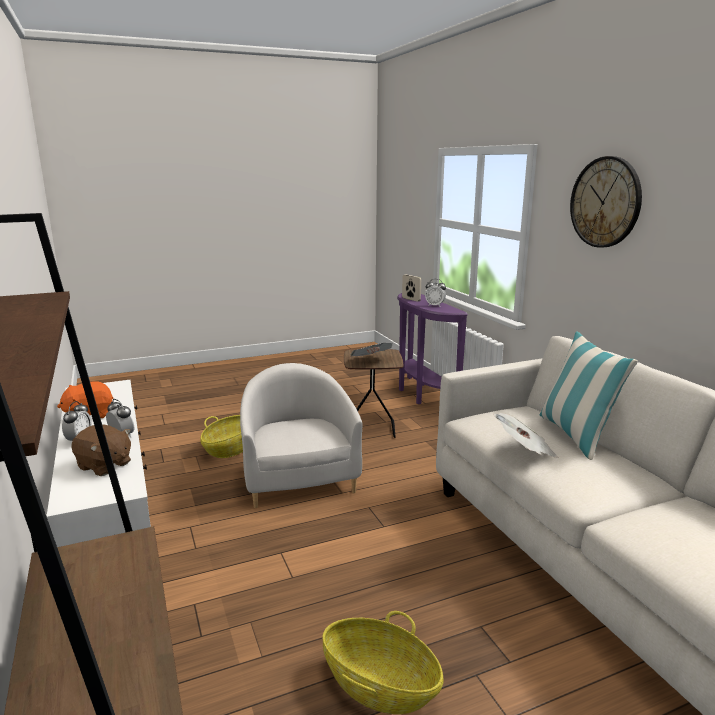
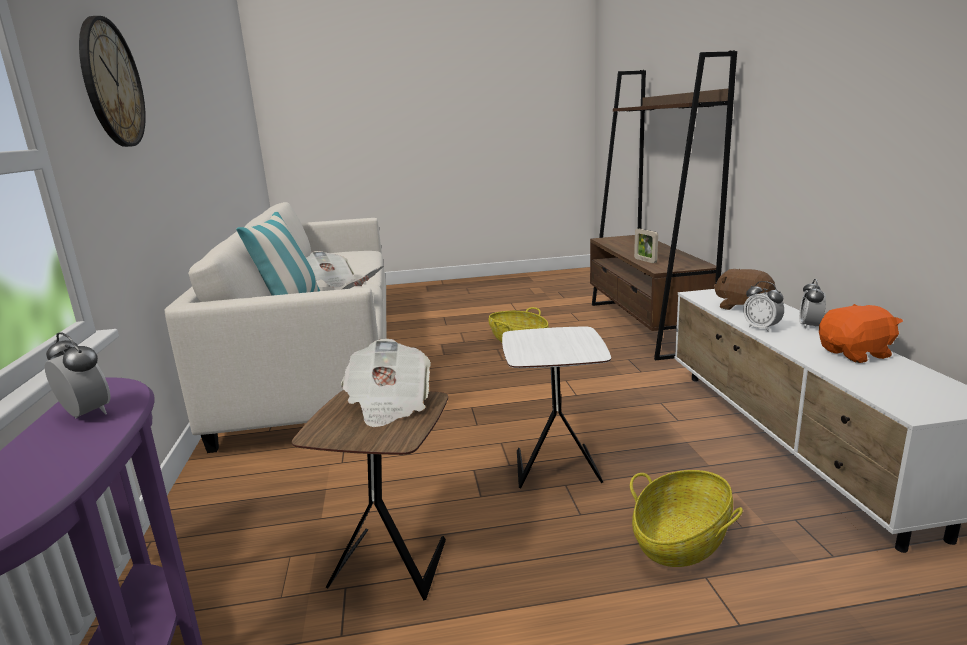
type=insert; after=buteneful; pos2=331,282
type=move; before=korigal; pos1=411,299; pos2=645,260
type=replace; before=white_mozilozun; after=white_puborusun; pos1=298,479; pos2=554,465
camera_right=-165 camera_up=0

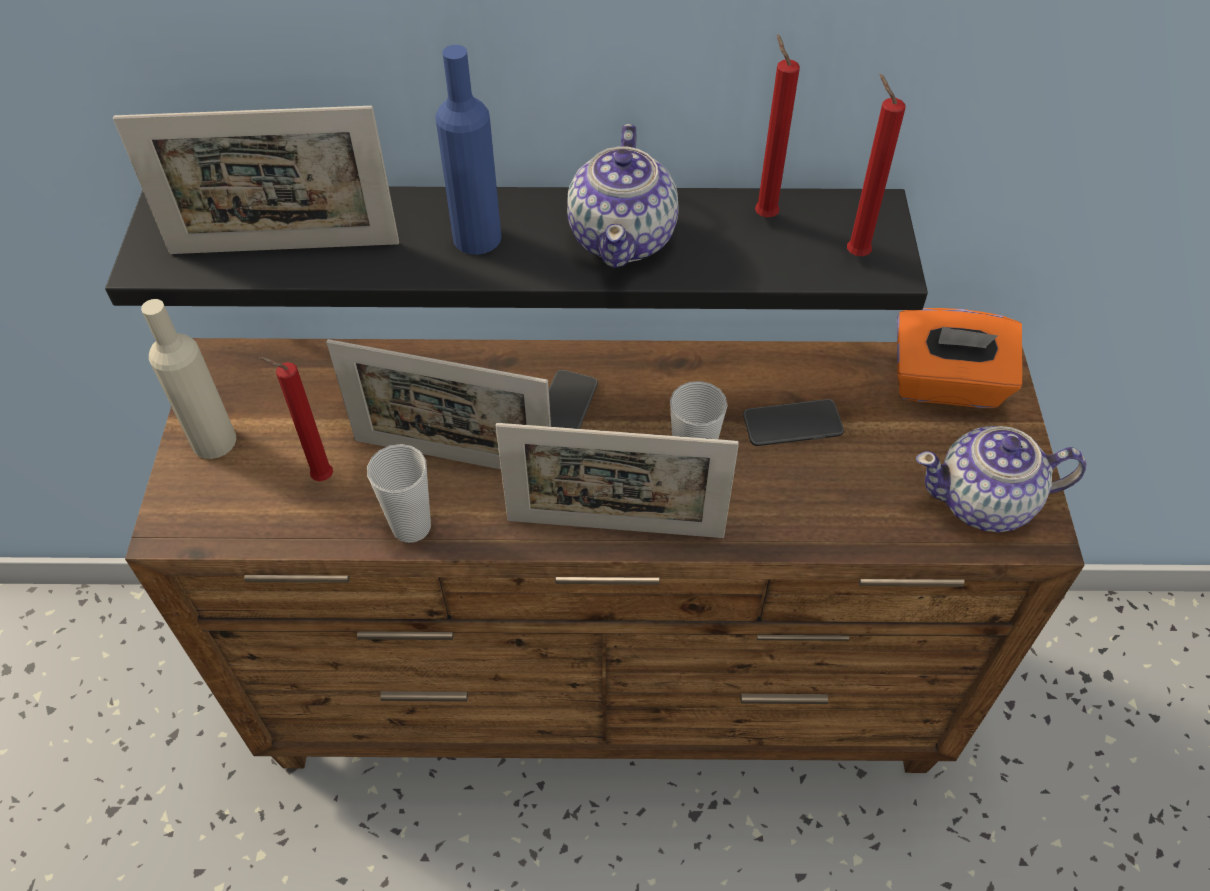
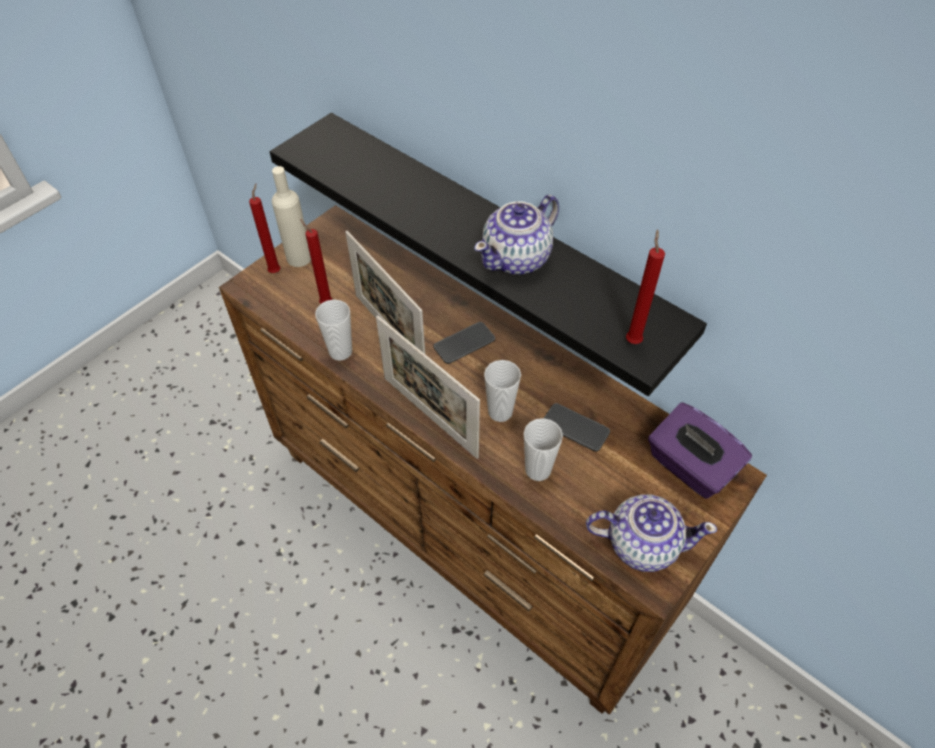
type=delete; before=korigal; pos1=285,248
type=delete; before=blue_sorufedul; pos1=477,237
type=insert; after=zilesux; pos2=538,470
type=move; before=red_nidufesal; pos1=763,214; pos2=275,270
type=recolor; before=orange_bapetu; after=purple_bapetu; pos1=946,385; pos2=689,466
type=rotate; before=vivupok; pos1=985,502; pos2=641,543; turn=150
camera_right=40 camera_up=0

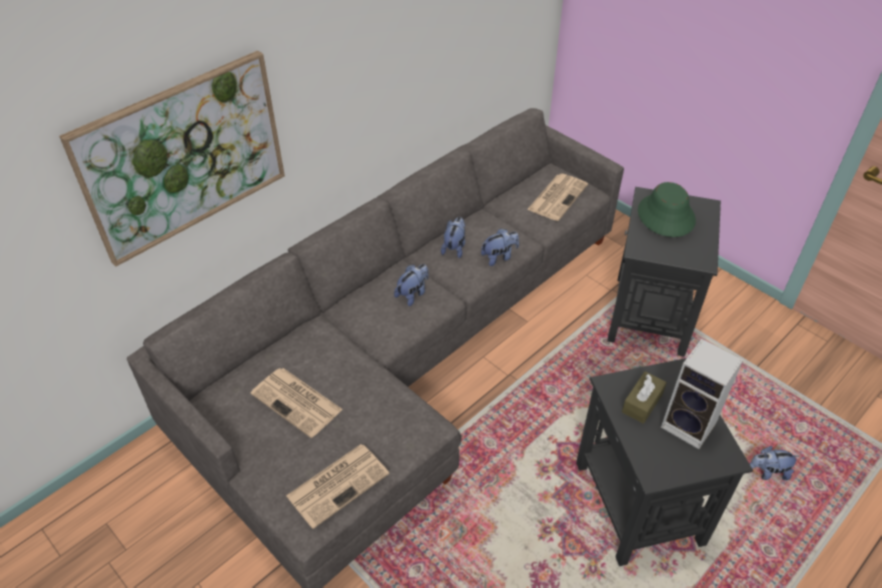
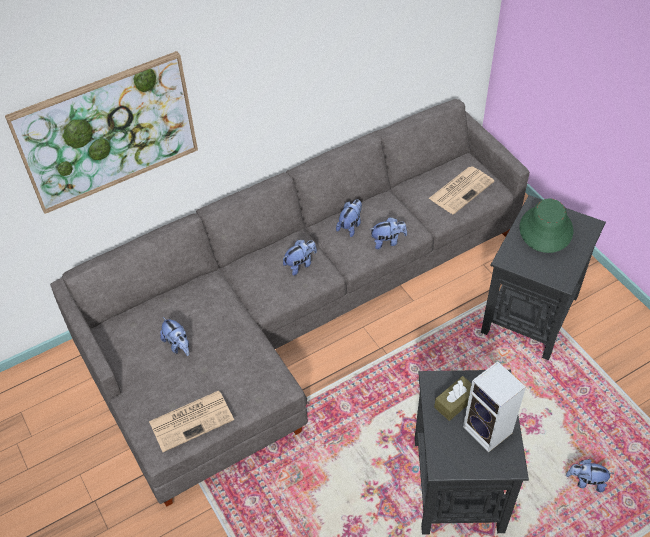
type=replace; before=buteneful; after=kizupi; pos1=298,402; pos2=178,345
camera_right=15 camera_up=5

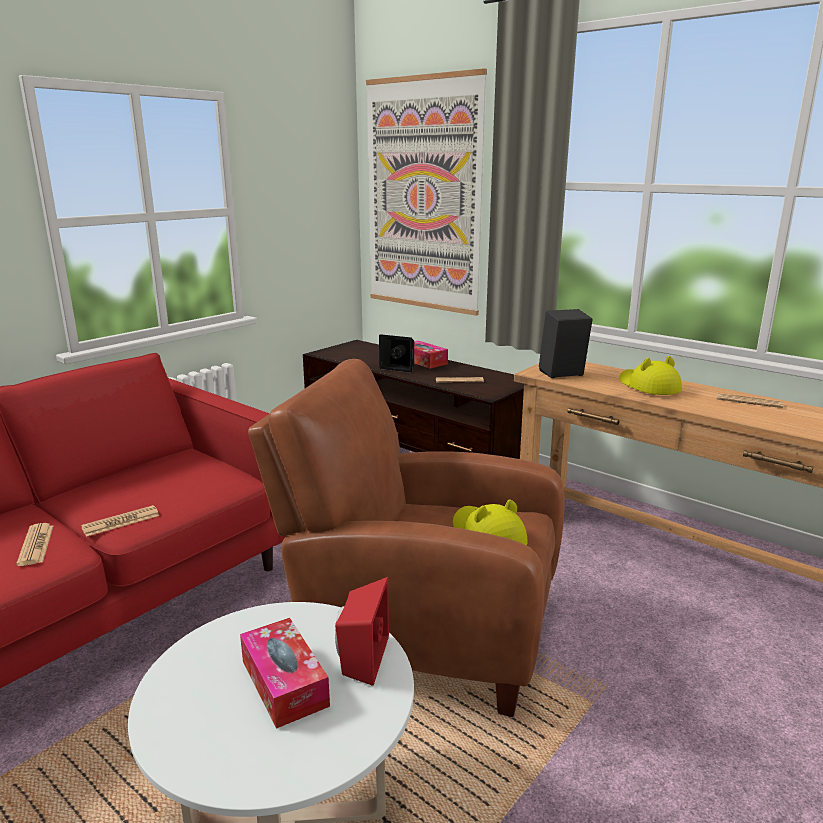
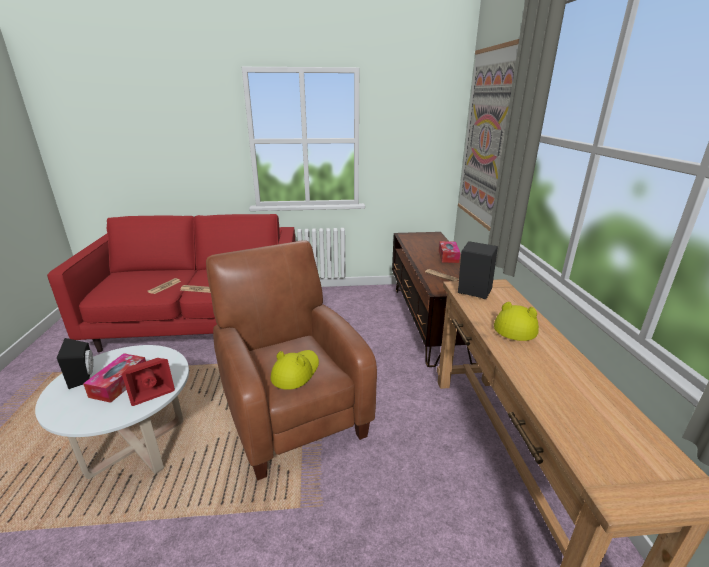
type=delete; before=buteneful; pos1=749,401
type=move; before=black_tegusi; pos1=399,368; pos2=84,375
camera_right=45 camera_up=5

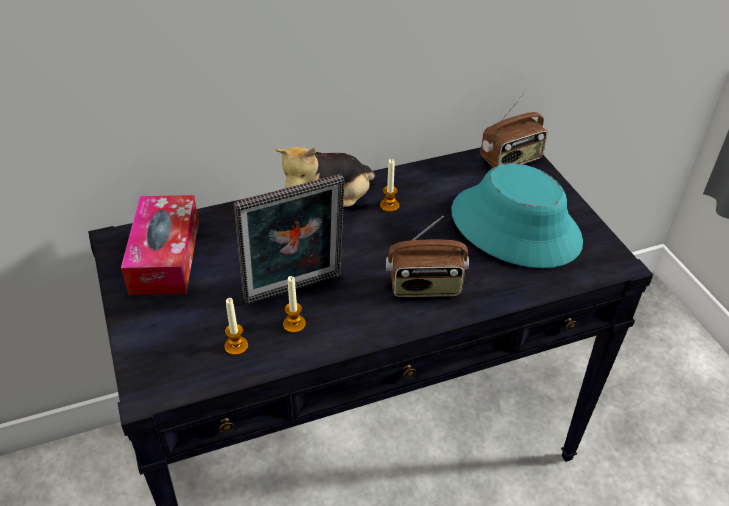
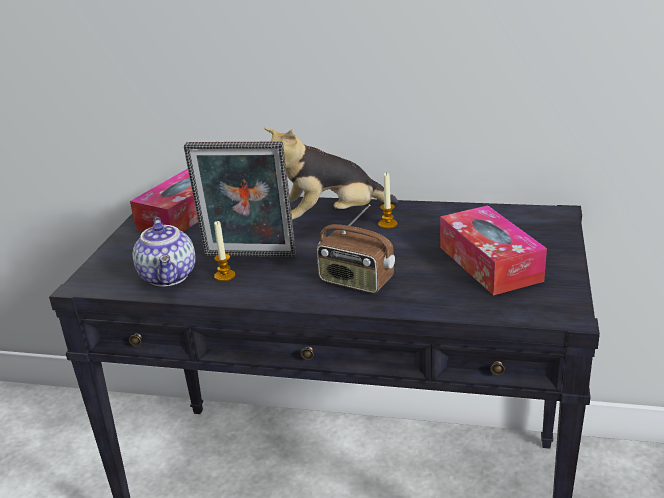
type=delete; before=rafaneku; pos1=511,160
type=replace; before=nidufesal; after=vivupok; pos1=236,346; pos2=169,276
type=replace; before=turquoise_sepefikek; after=bapetu; pos1=515,226; pos2=489,263
camera_right=35 camera_up=-15

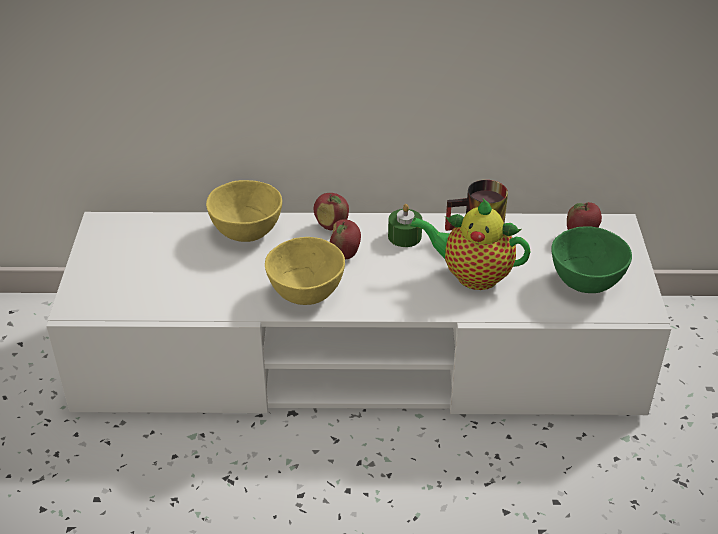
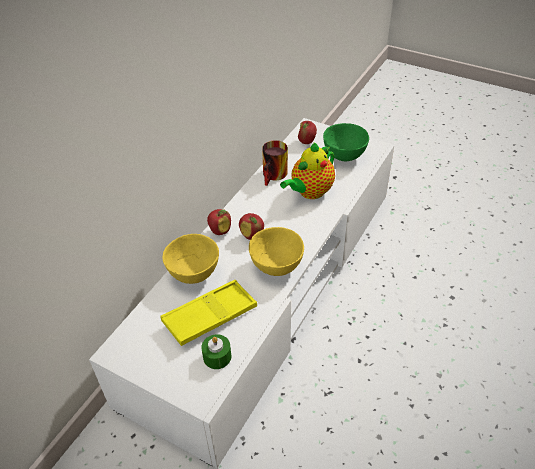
type=insert; after=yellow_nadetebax; pos2=210,316
type=move; before=green_nidufesal; pos1=404,236; pos2=217,356
camera_right=-60 camera_up=5

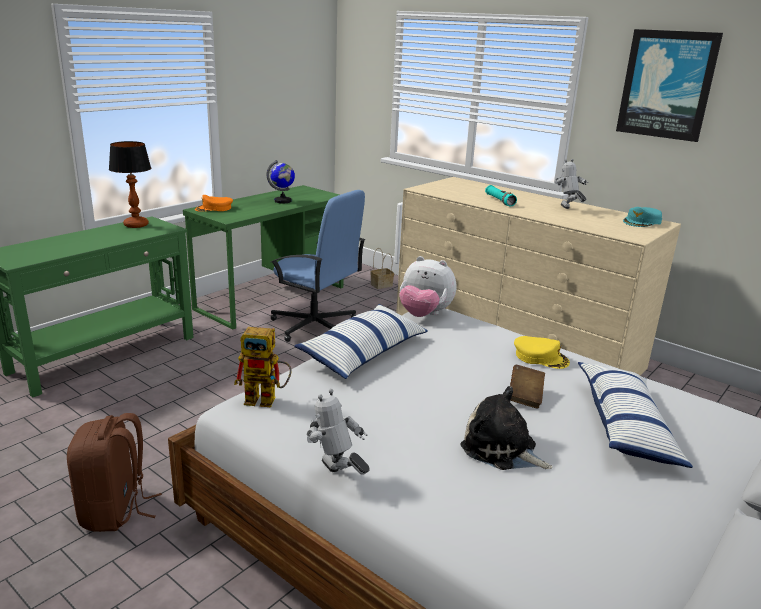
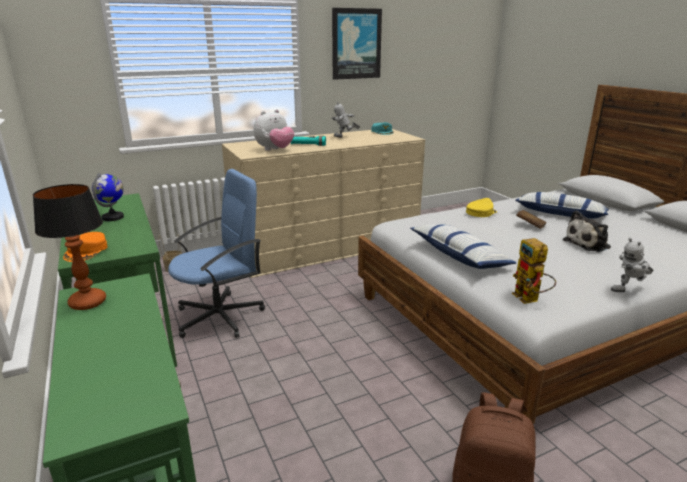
type=move; before=kizupi; pos1=424,315; pos2=275,150
type=rotate; before=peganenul; pos1=267,399; pos2=530,299; turn=135
camera_right=-65 camera_up=0

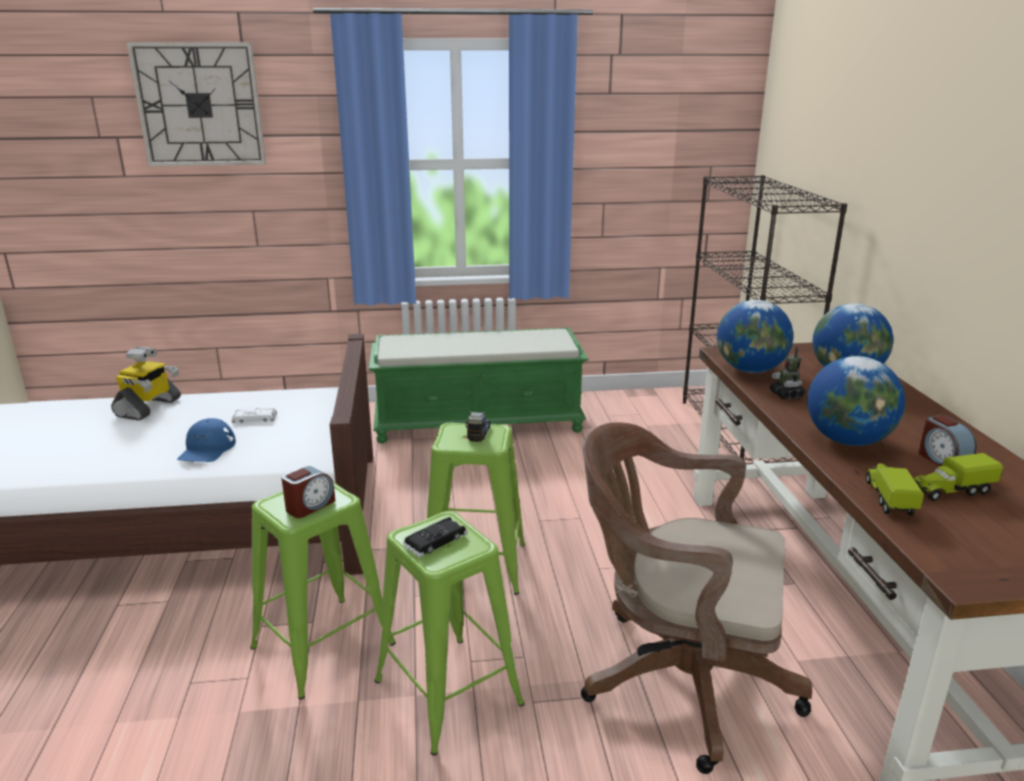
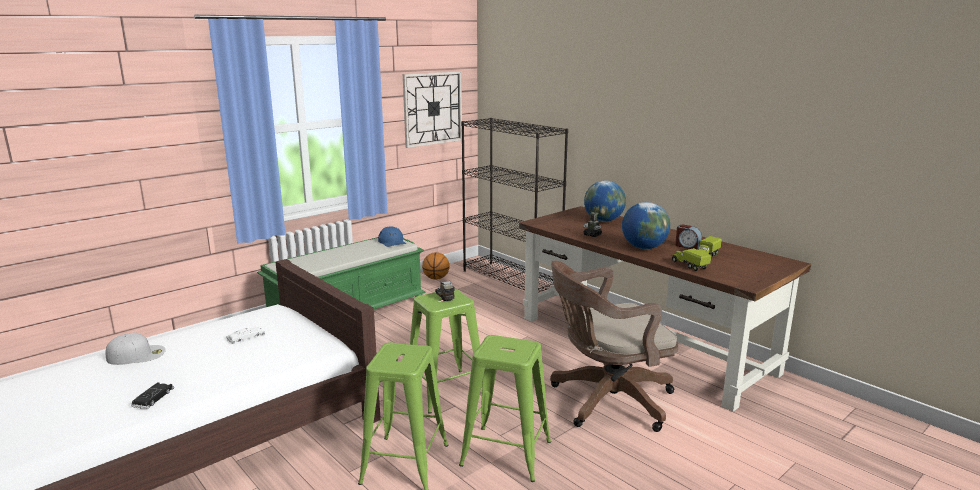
type=delete; before=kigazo; pos1=310,506
type=delete; before=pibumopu; pos1=750,370
type=insert; after=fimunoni; pos2=436,278
type=move; before=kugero; pos1=199,105; pos2=432,108
type=move; before=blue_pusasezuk; pos1=207,449; pos2=392,242
type=move; before=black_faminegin; pos1=435,541; pos2=153,398
type=replace; before=peganenul; after=white_pusasezuk; pos1=149,408; pos2=137,354
camera_right=-35 camera_up=-5

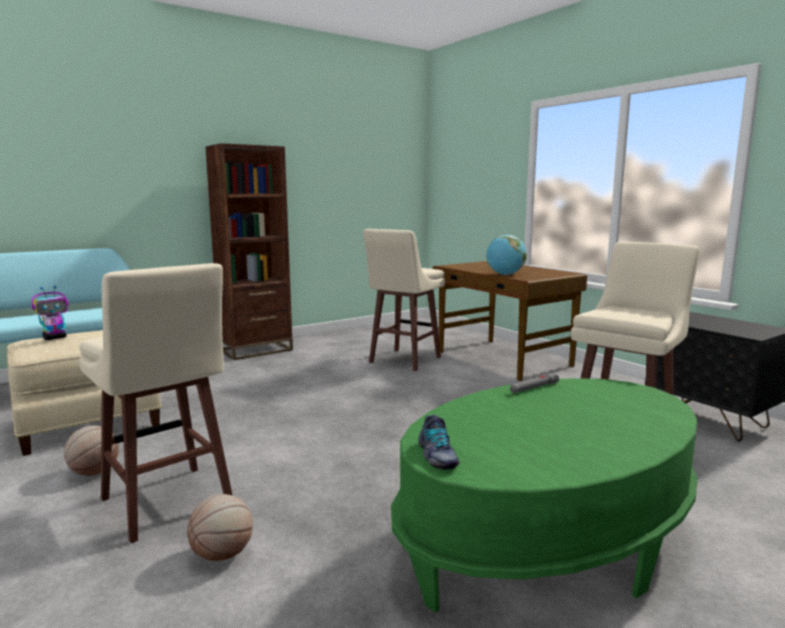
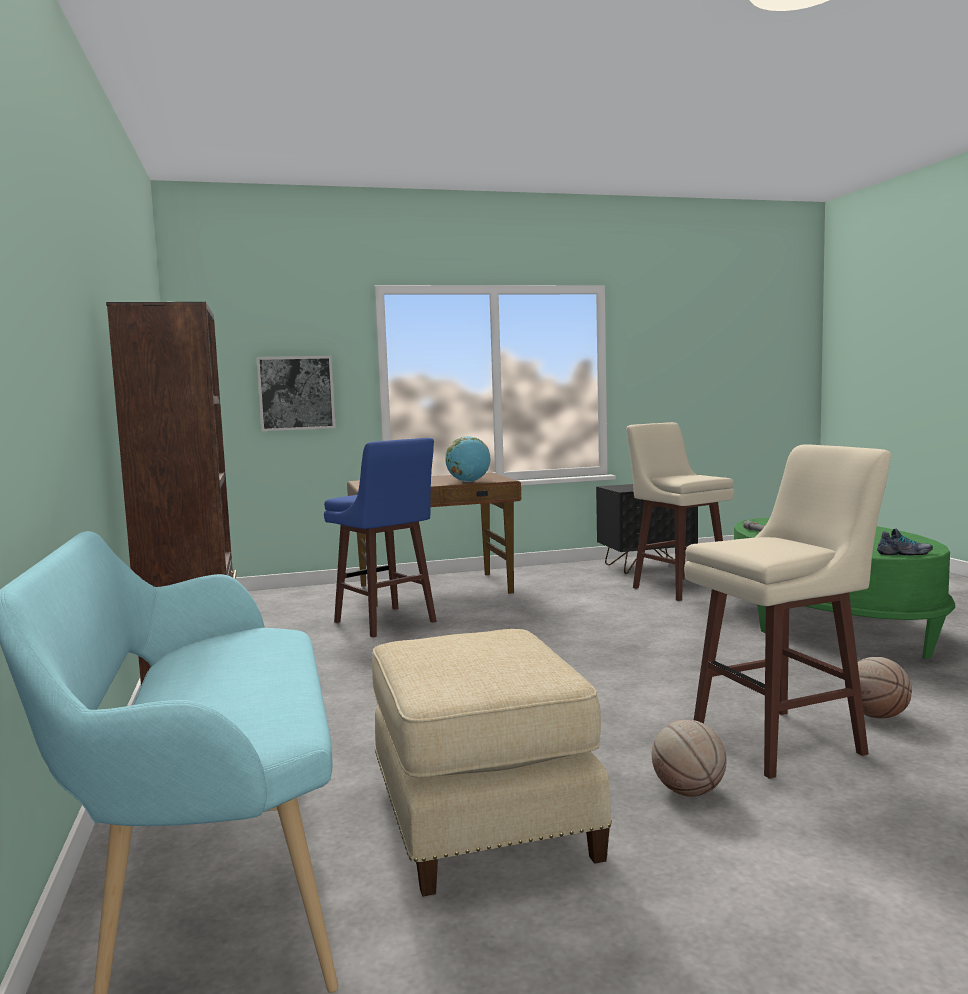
type=delete; before=peganenul; pos1=55,338
type=insert; after=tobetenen; pos2=296,393
type=recolor; before=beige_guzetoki; after=blue_guzetoki; pos1=403,360; pos2=386,623
camera_right=-70 camera_up=-5

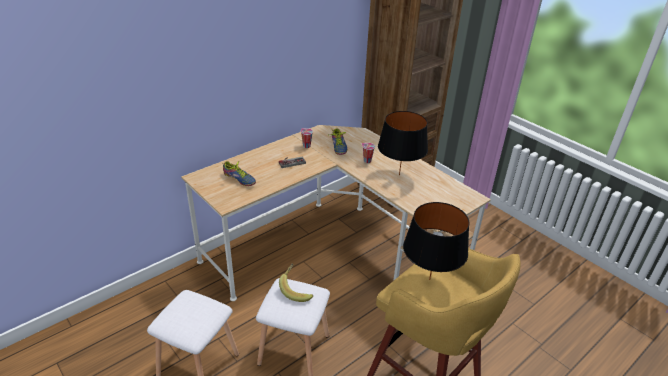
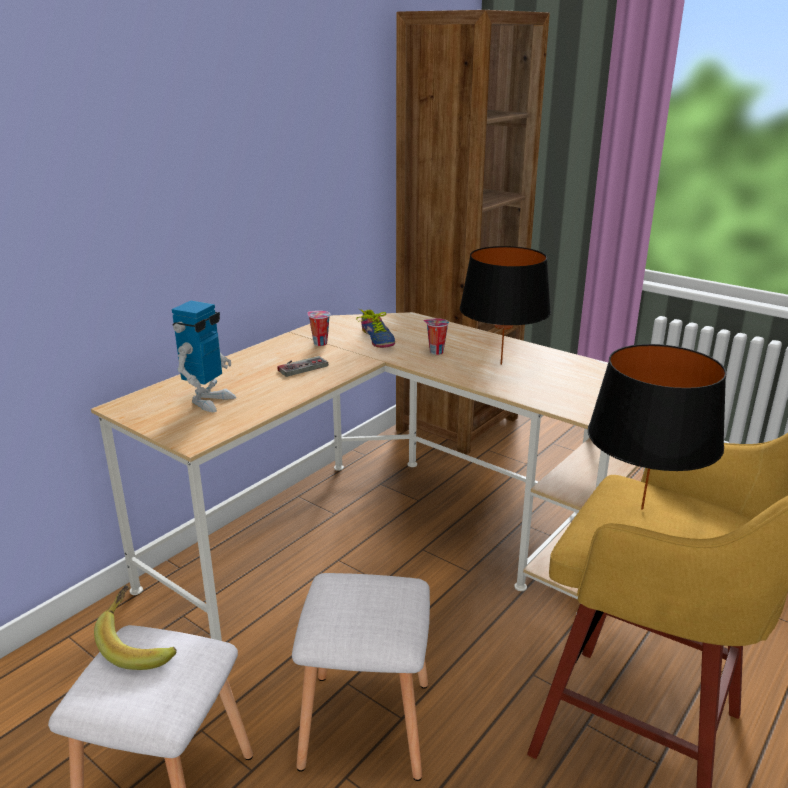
type=move; before=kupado; pos1=296,289; pos2=140,644
type=replace; before=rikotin; after=peganenul; pos1=238,179; pos2=208,401
camera_right=-10 camera_up=-10

